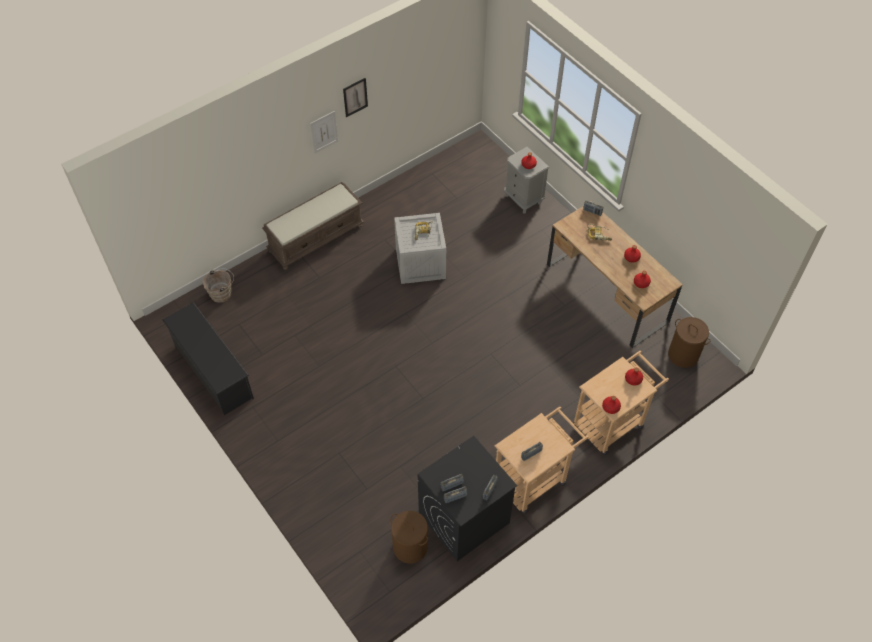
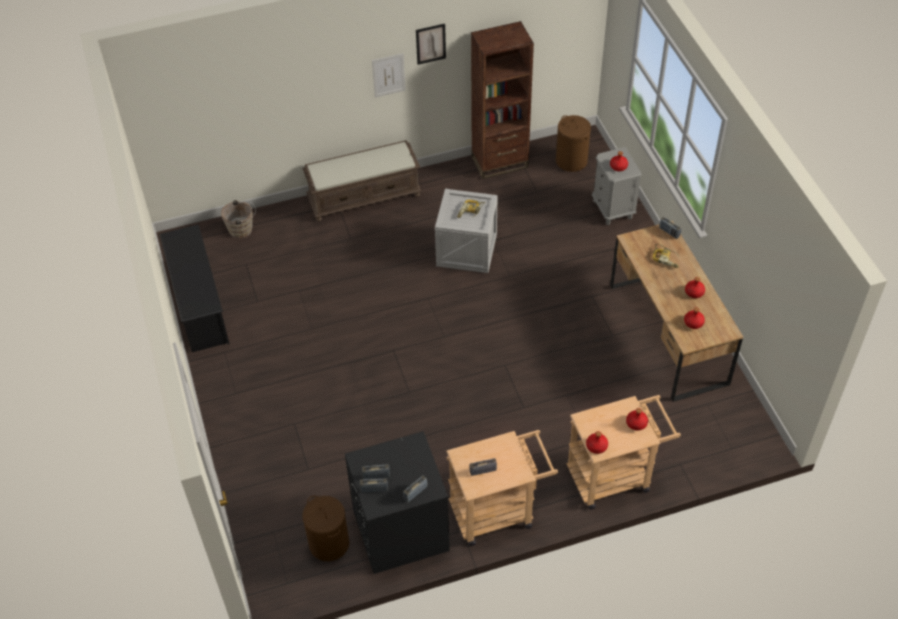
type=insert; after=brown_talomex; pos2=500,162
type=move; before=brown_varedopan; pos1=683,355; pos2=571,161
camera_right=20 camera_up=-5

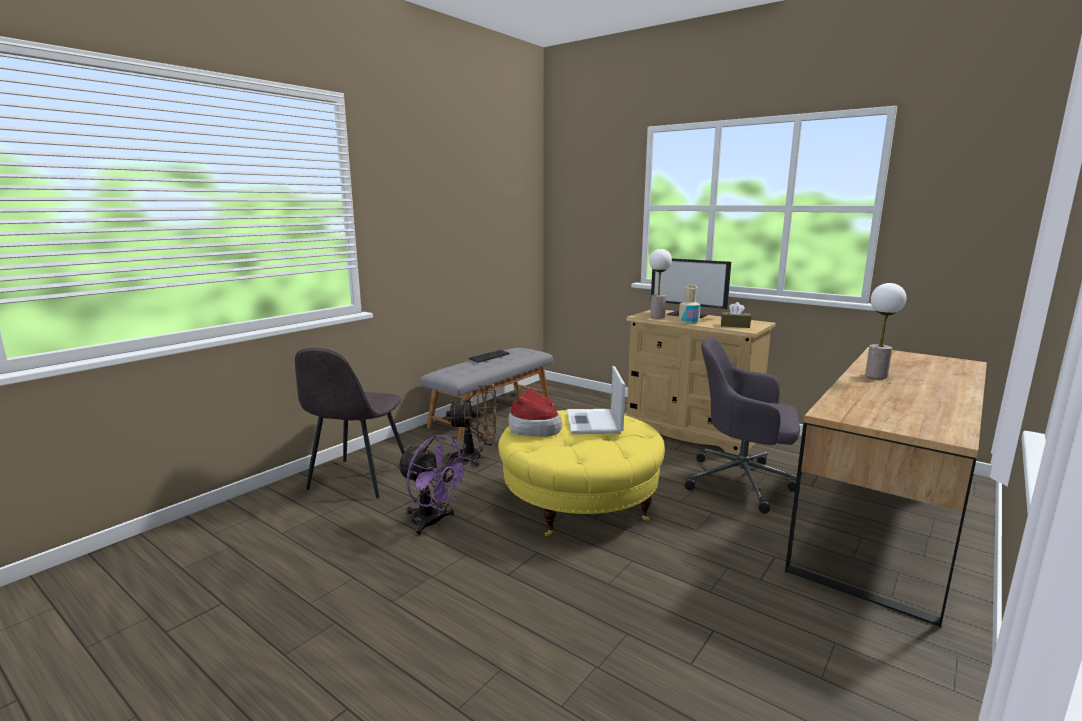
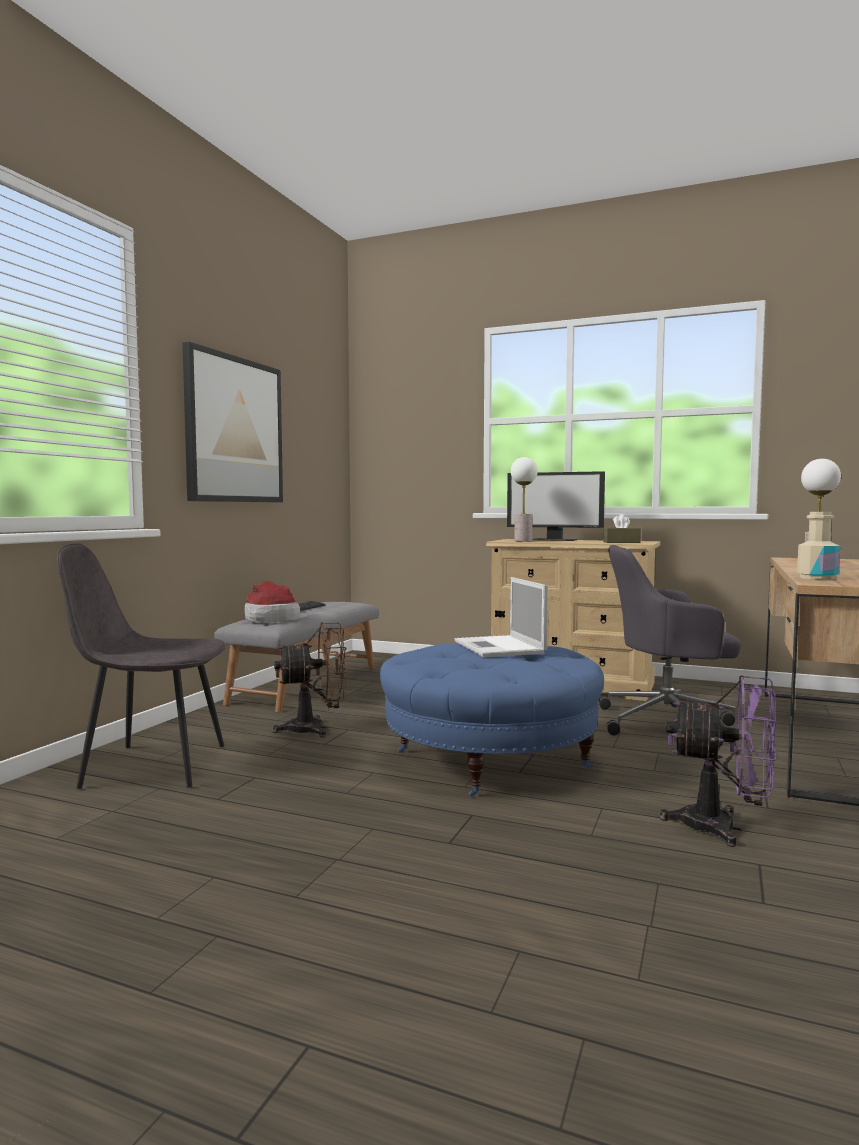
type=insert; after=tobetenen; pos2=234,430
type=move; before=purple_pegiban; pos1=433,523; pos2=723,828
type=move; before=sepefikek; pos1=533,427; pos2=271,618
type=move; before=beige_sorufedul; pos1=688,321; pos2=817,578
type=recolor; before=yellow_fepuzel; after=blue_fepuzel; pos1=580,503; pos2=490,759
type=rotate; before=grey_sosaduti; pos1=358,479; pos2=151,765; turn=90
camera_right=-15 camera_up=-10

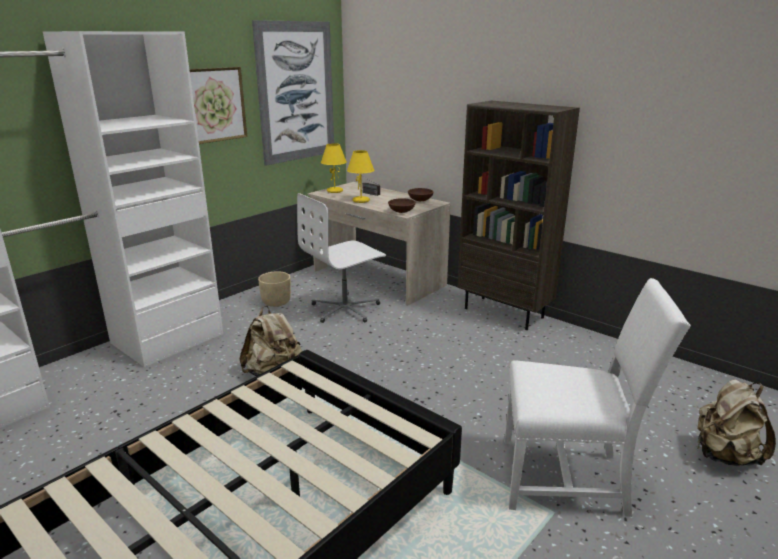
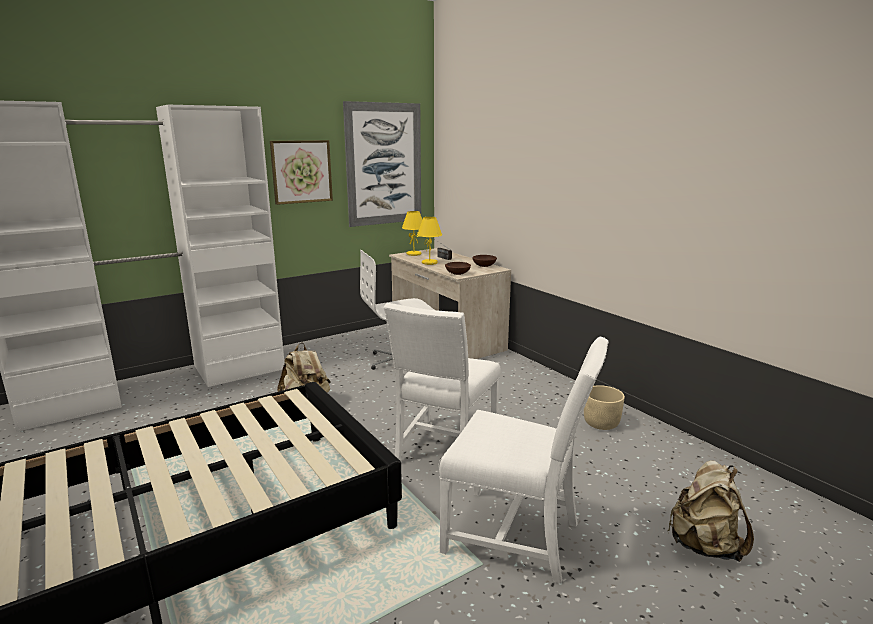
type=delete; before=brown_talomex; pos1=504,313
type=insert; after=white_sosaduti; pos2=443,450
type=move; before=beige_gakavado; pos1=276,302; pos2=601,423
camera_right=15 camera_up=-5

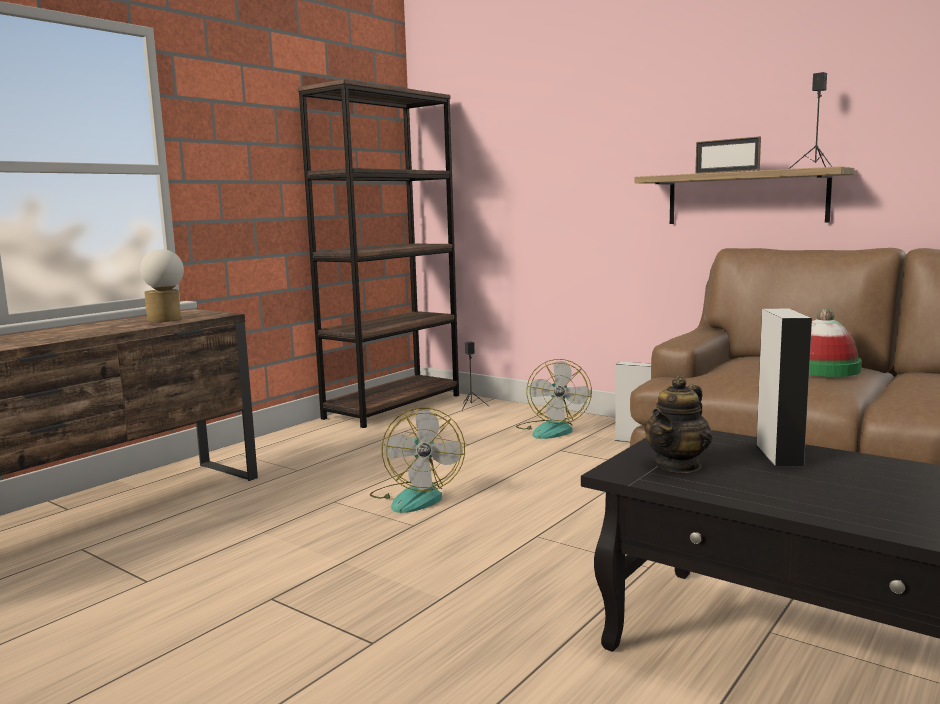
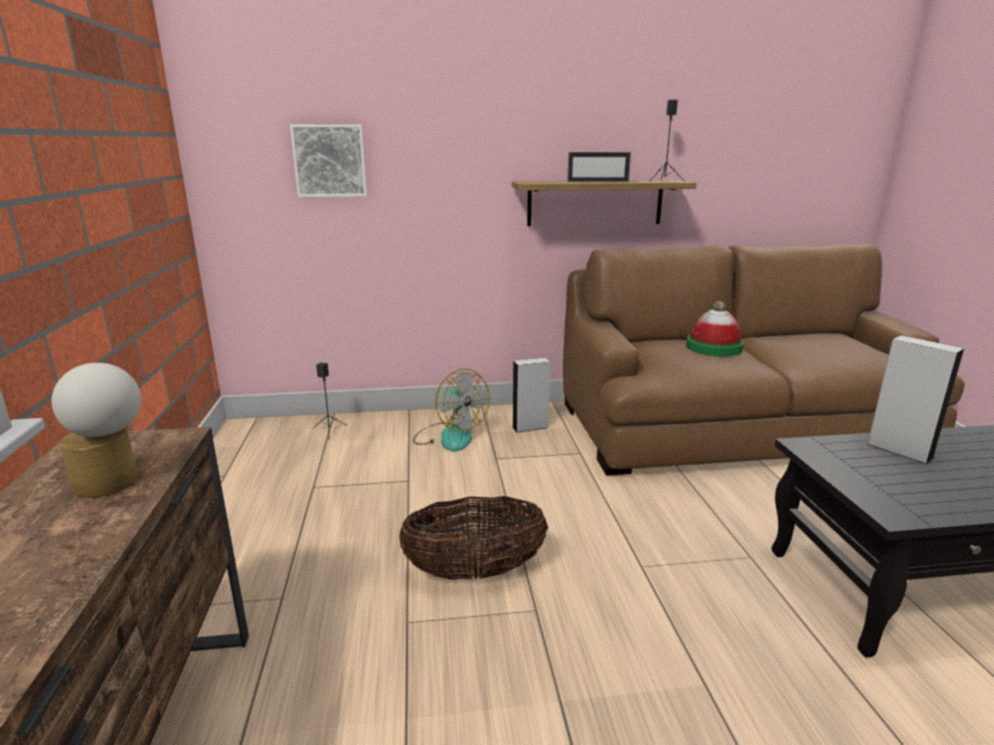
type=delete; before=brown_talomex; pos1=393,406
type=delete; before=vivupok; pos1=678,465
type=insert; after=tobetenen; pos2=330,161
type=replace; before=pegiban; after=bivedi; pos1=416,496; pos2=475,571
camera_right=-45 camera_up=10

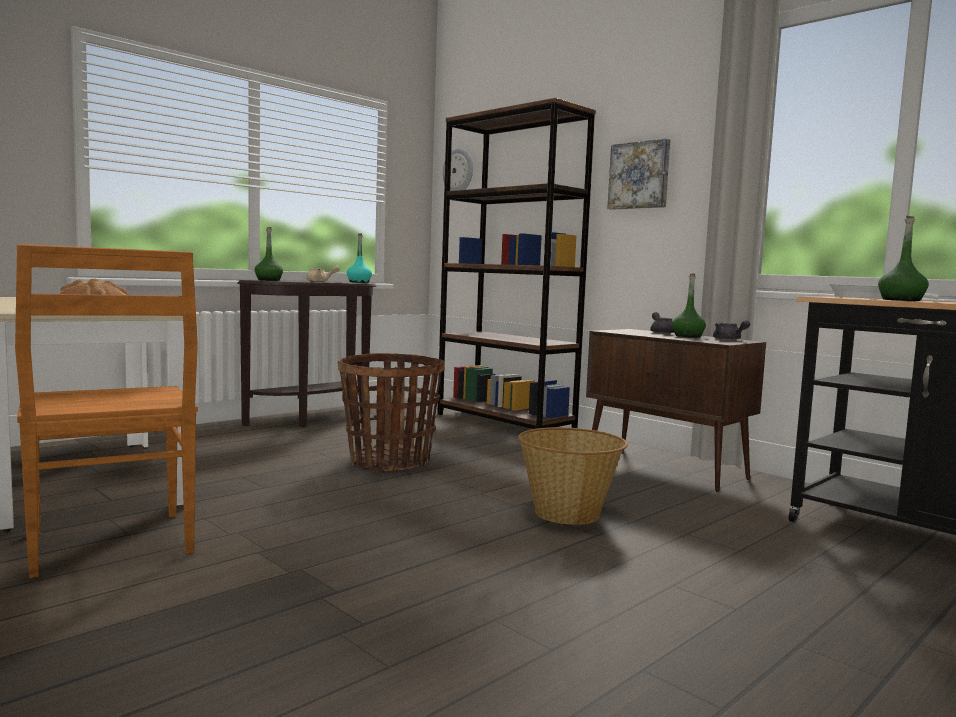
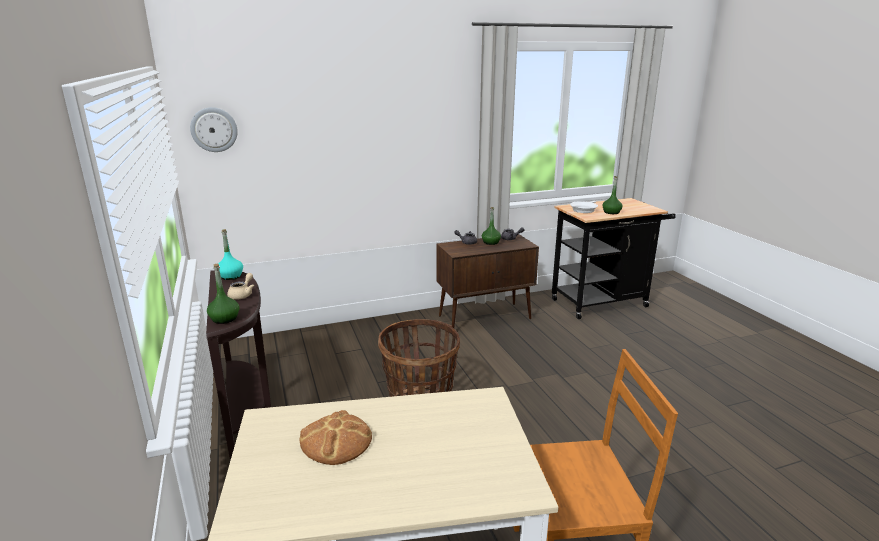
type=delete; before=brown_talomex; pos1=504,422
type=delete; before=bivedi; pos1=568,513
type=delete; before=tobetenen; pos1=640,175
camera_right=-65 camera_up=15

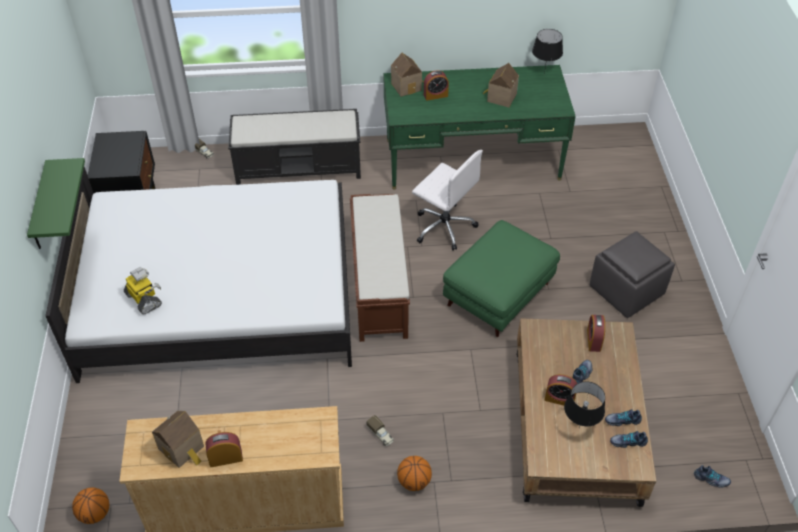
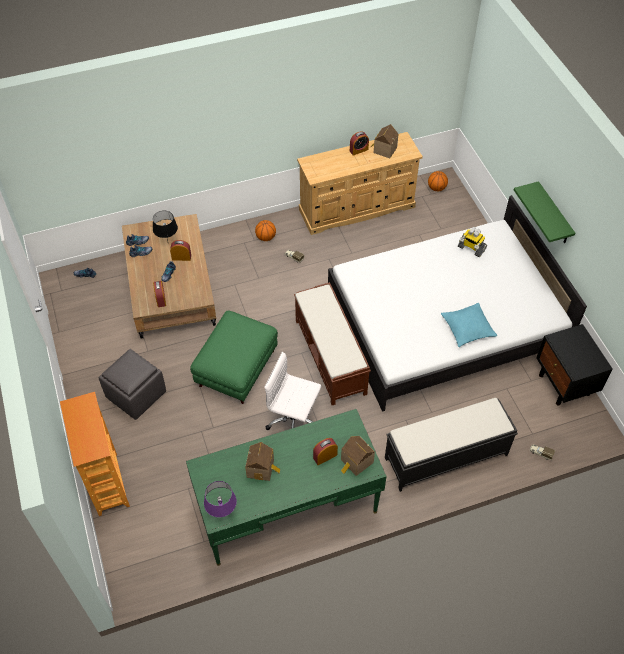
type=insert; after=talomex; pos2=107,484
type=insert; after=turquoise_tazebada; pos2=467,328
type=recolor; before=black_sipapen; after=purple_sipapen; pos1=544,74; pos2=222,514
camera_right=165 camera_up=5

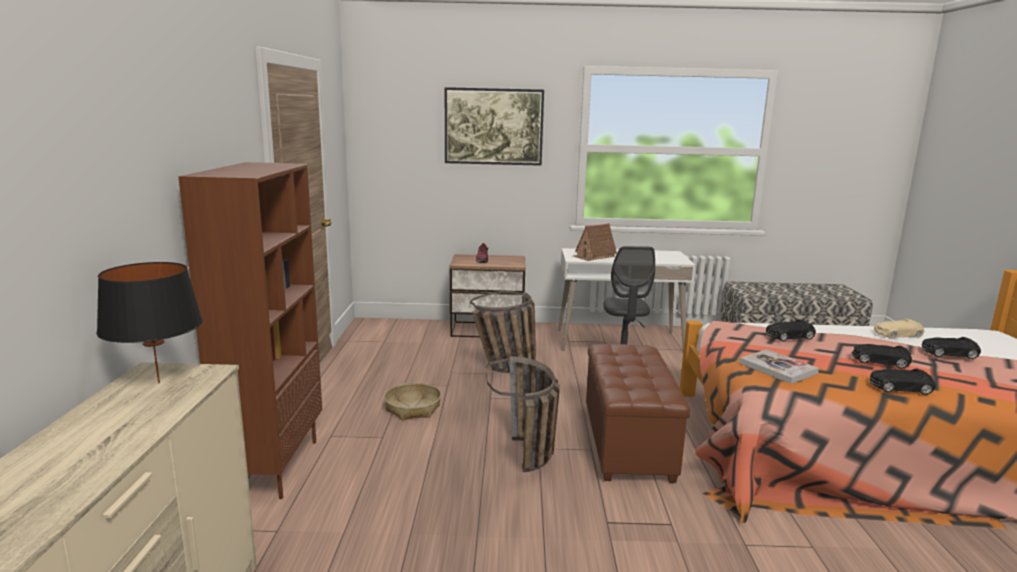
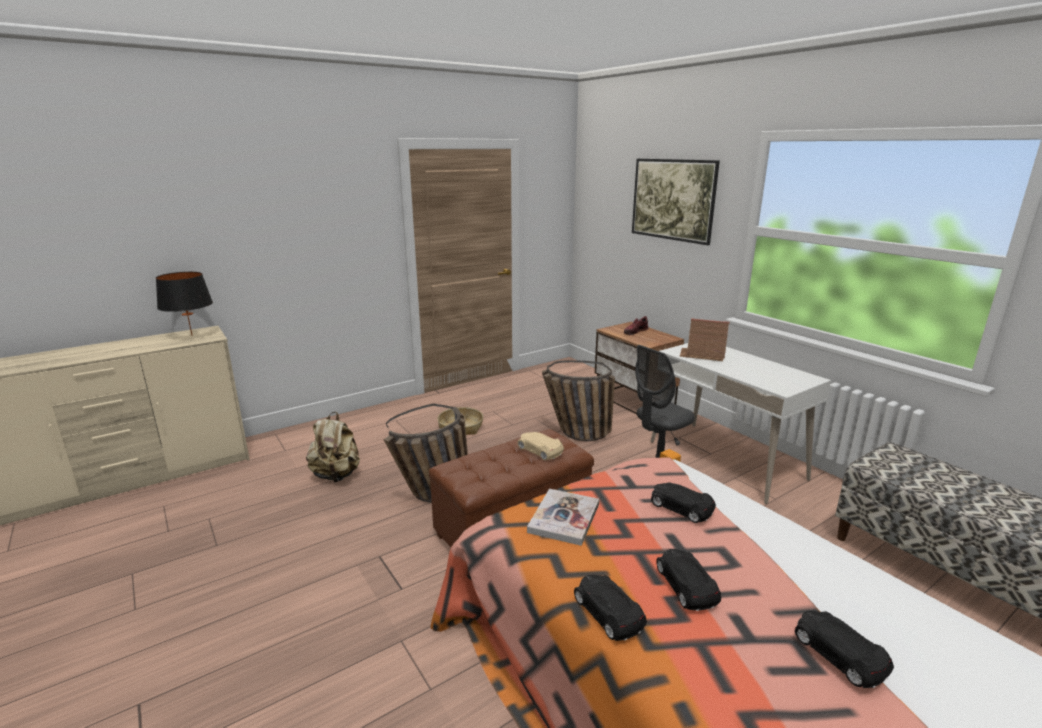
type=delete; before=brown_talomex; pos1=274,467
type=insert; after=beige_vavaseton; pos2=336,475
type=move; before=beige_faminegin; pos1=897,335; pos2=539,450
camera_right=55 camera_up=5

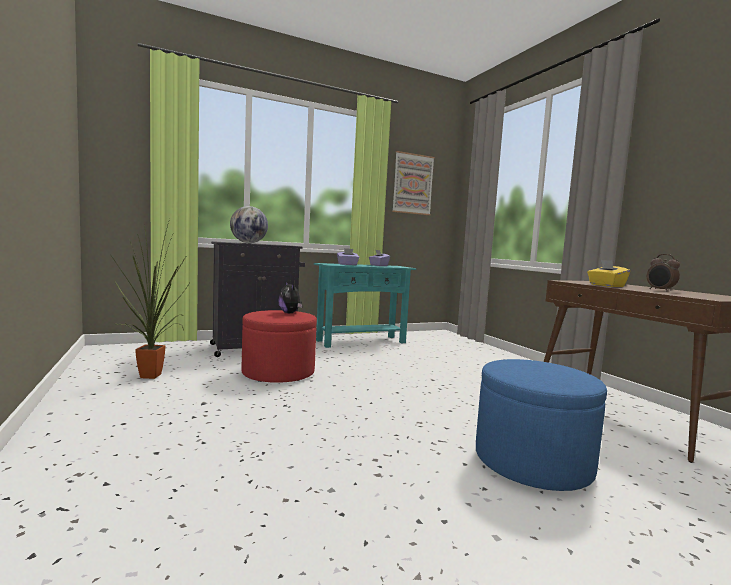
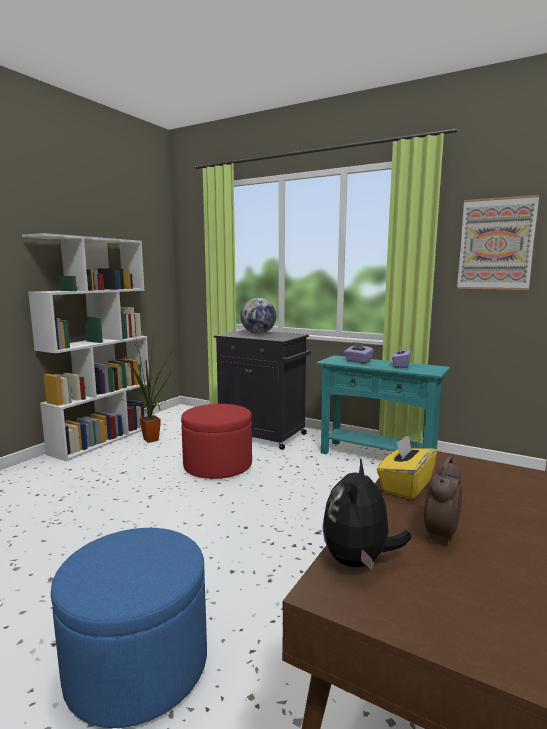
type=insert; after=white_talomex; pos2=103,439
type=move; before=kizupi; pos1=290,313; pos2=359,561
camera_right=55 camera_up=5

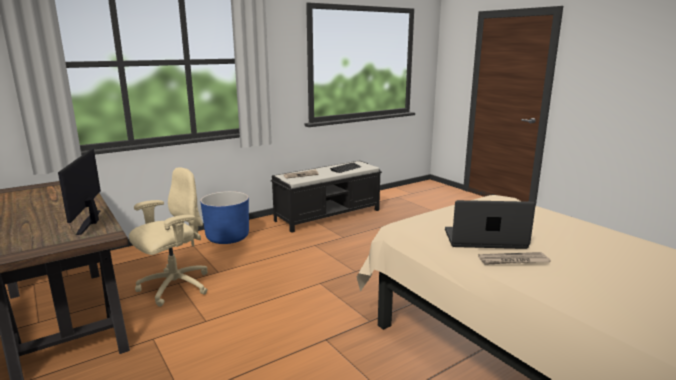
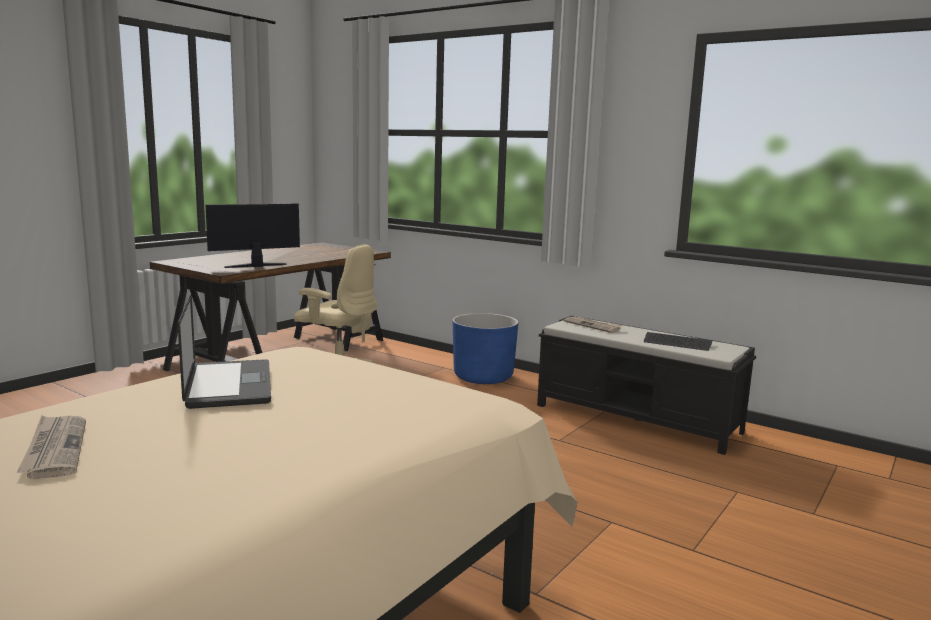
type=move; before=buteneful; pos1=513,261; pos2=55,449
camera_right=70 camera_up=-5

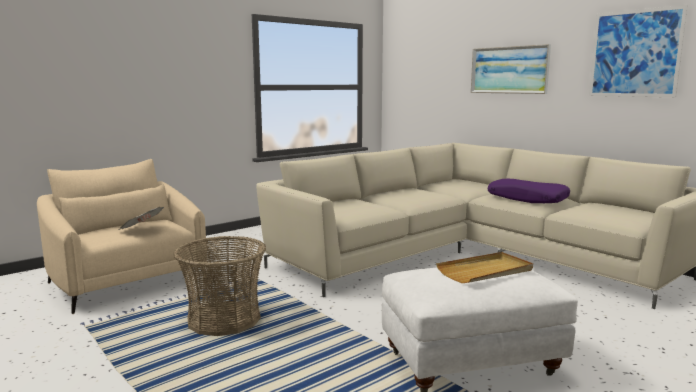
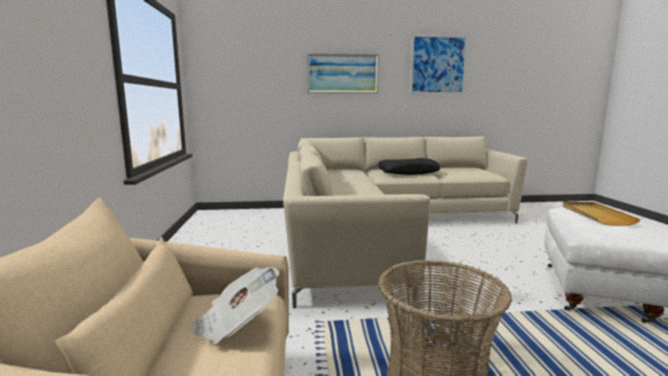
type=recolor; before=purple_tazebada; after=black_tazebada; pos1=527,199; pos2=408,172
camera_right=-55 camera_up=0

